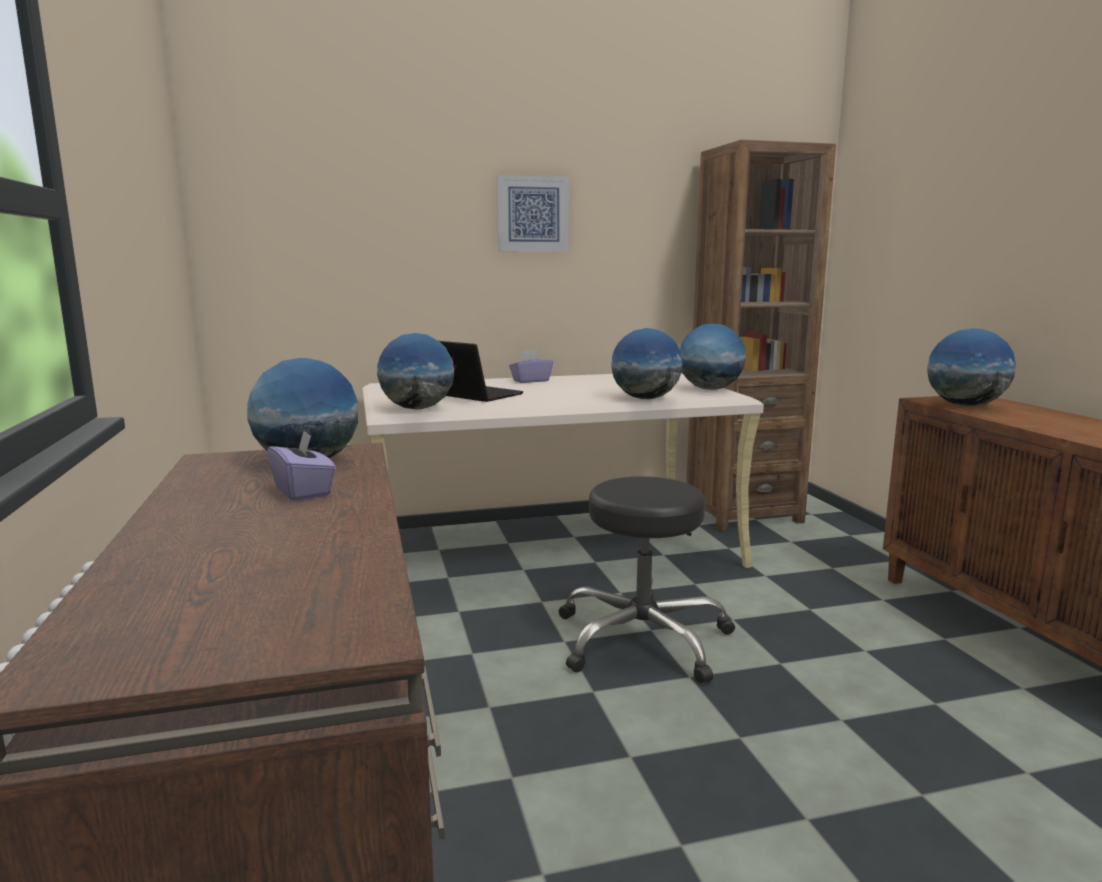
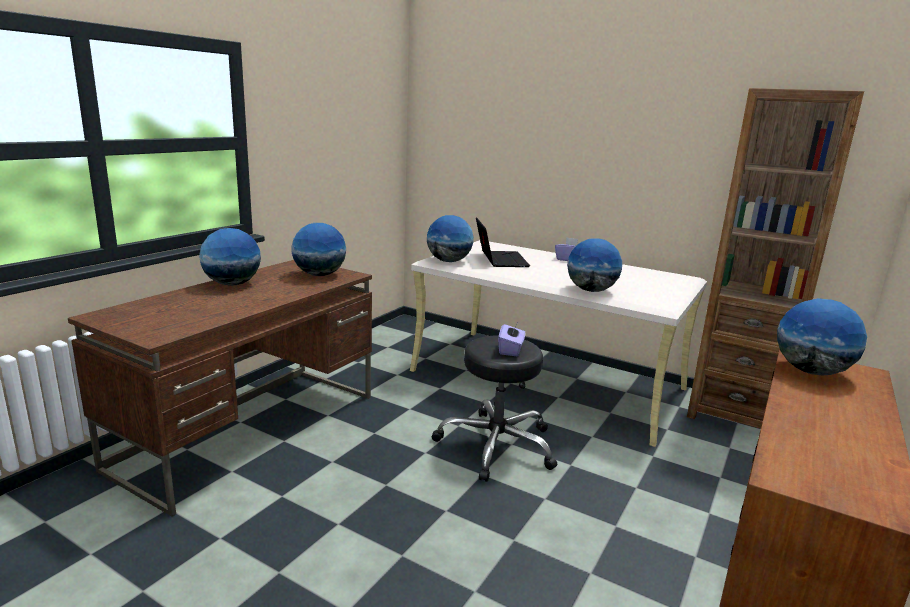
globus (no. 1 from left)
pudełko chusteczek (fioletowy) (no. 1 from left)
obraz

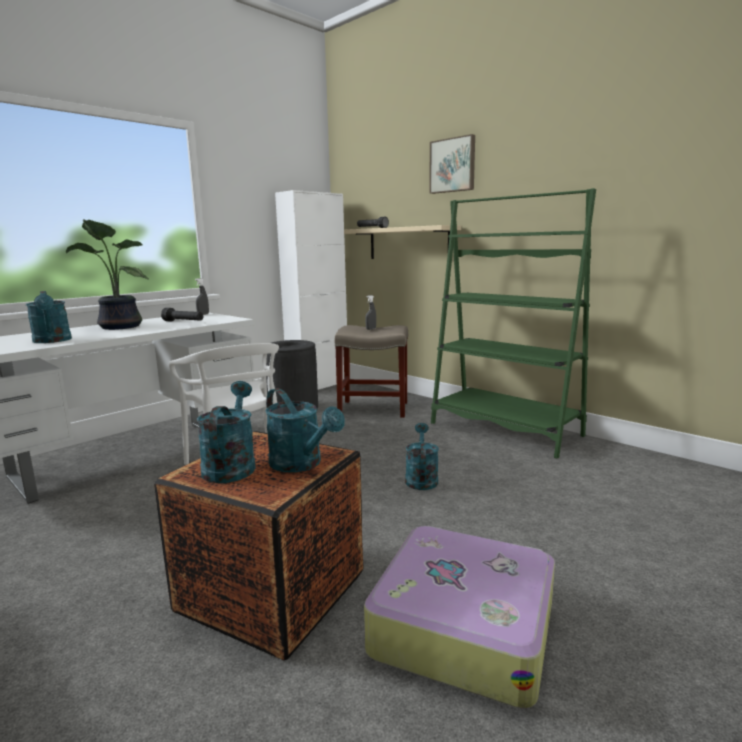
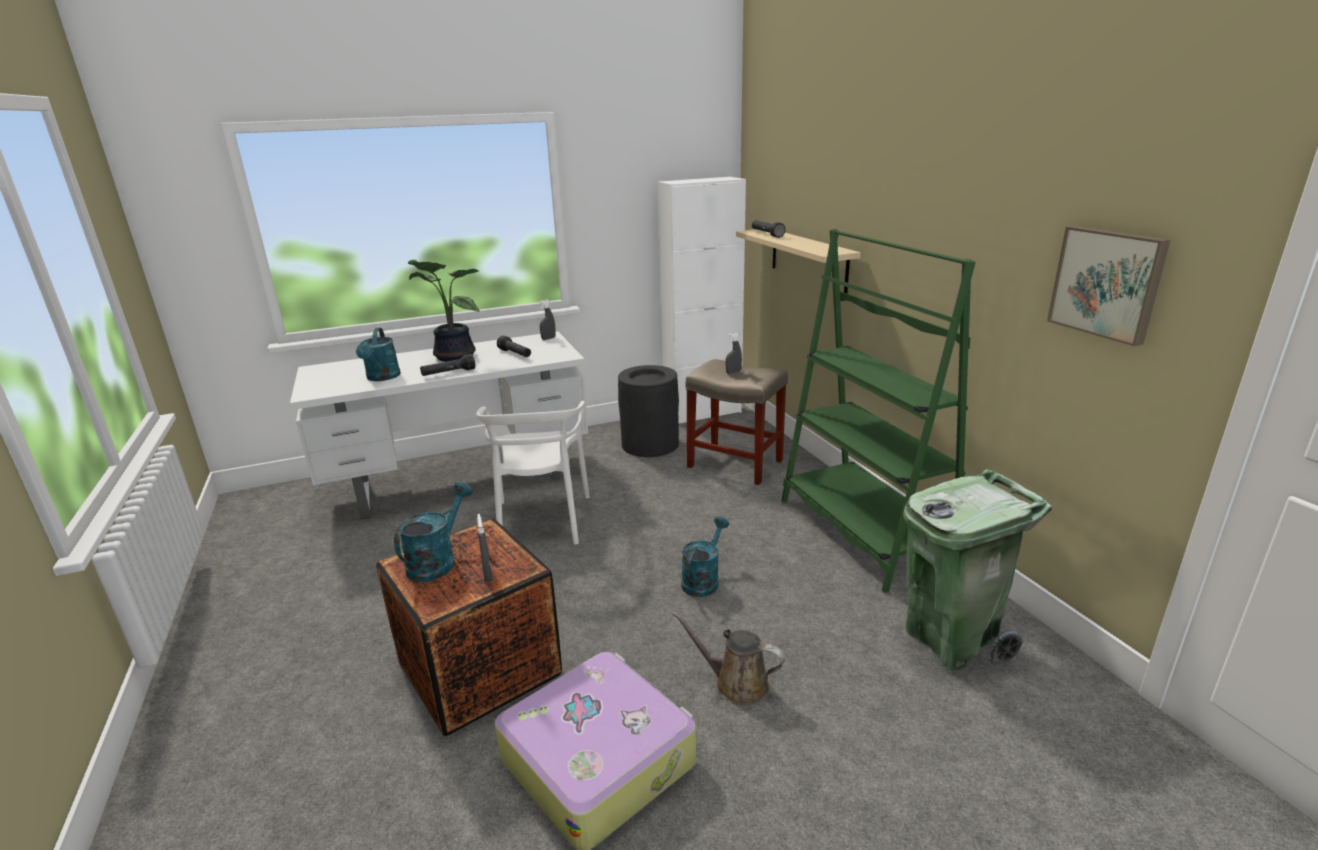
latarka (czarny) (no. 1 from left)
spryskiwacz (szary) (no. 1 from left)
konewka (brązowy)
kosz na śmieci (zielony)
obraz

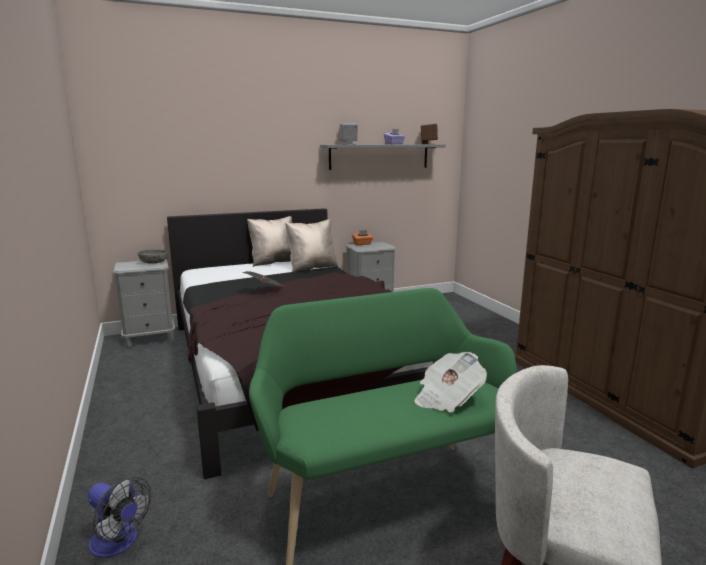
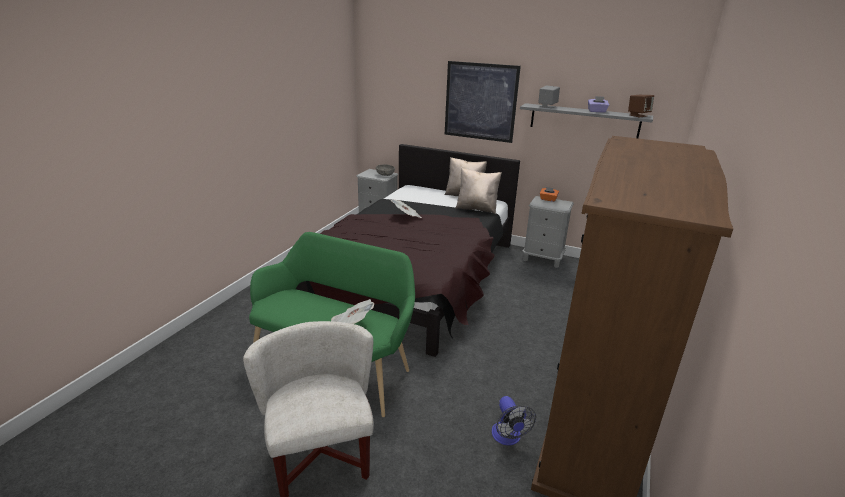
obraz
wentylator

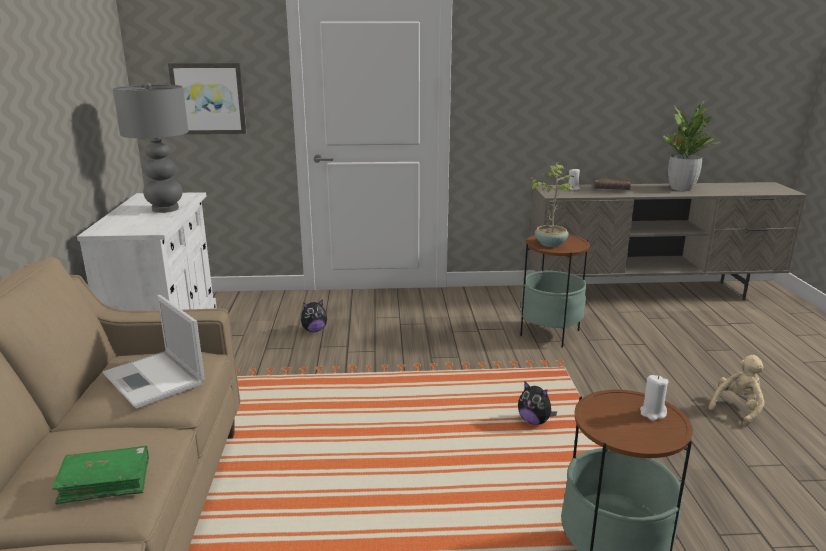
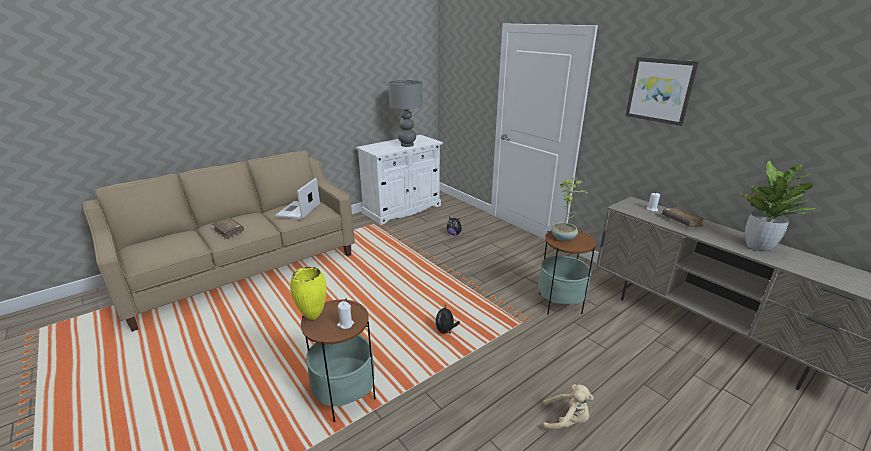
książka (brązowy) (no. 1 from left)
wazon (żółty)
obraz

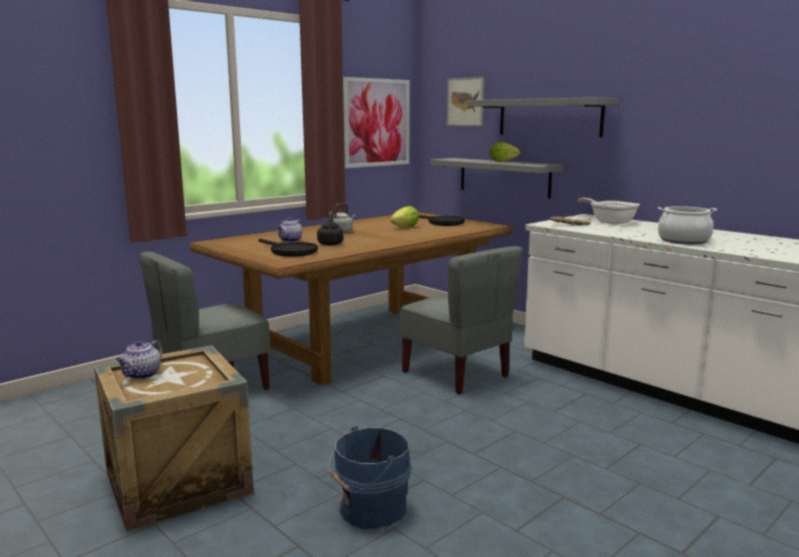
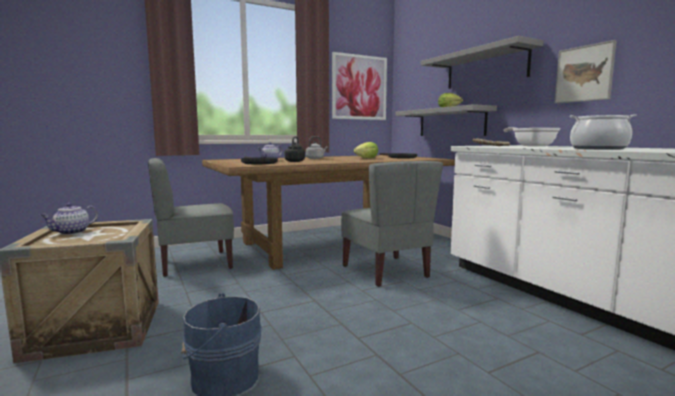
obraz (no. 2 from left)

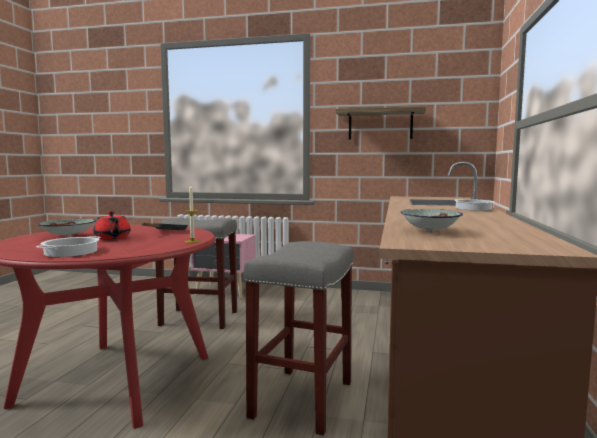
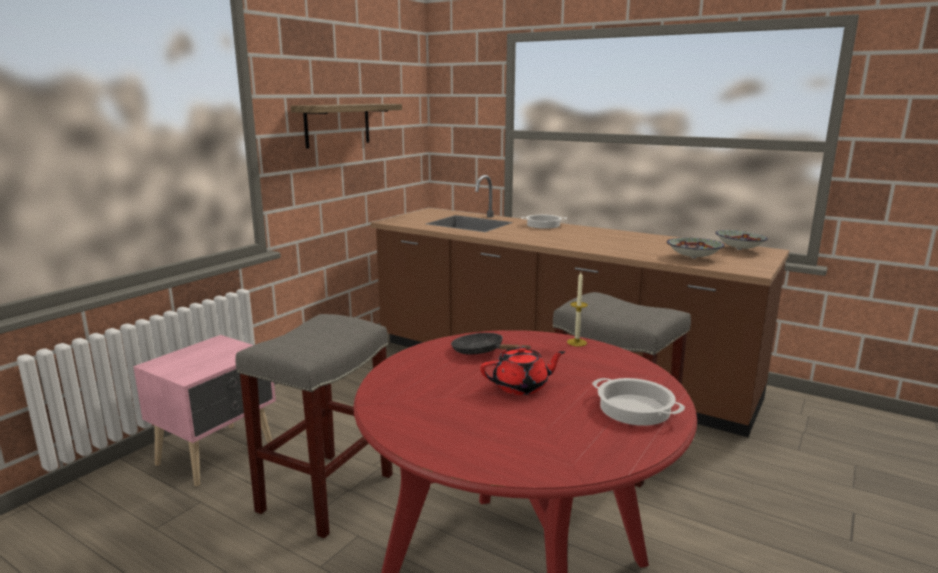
miska (no. 2 from left)

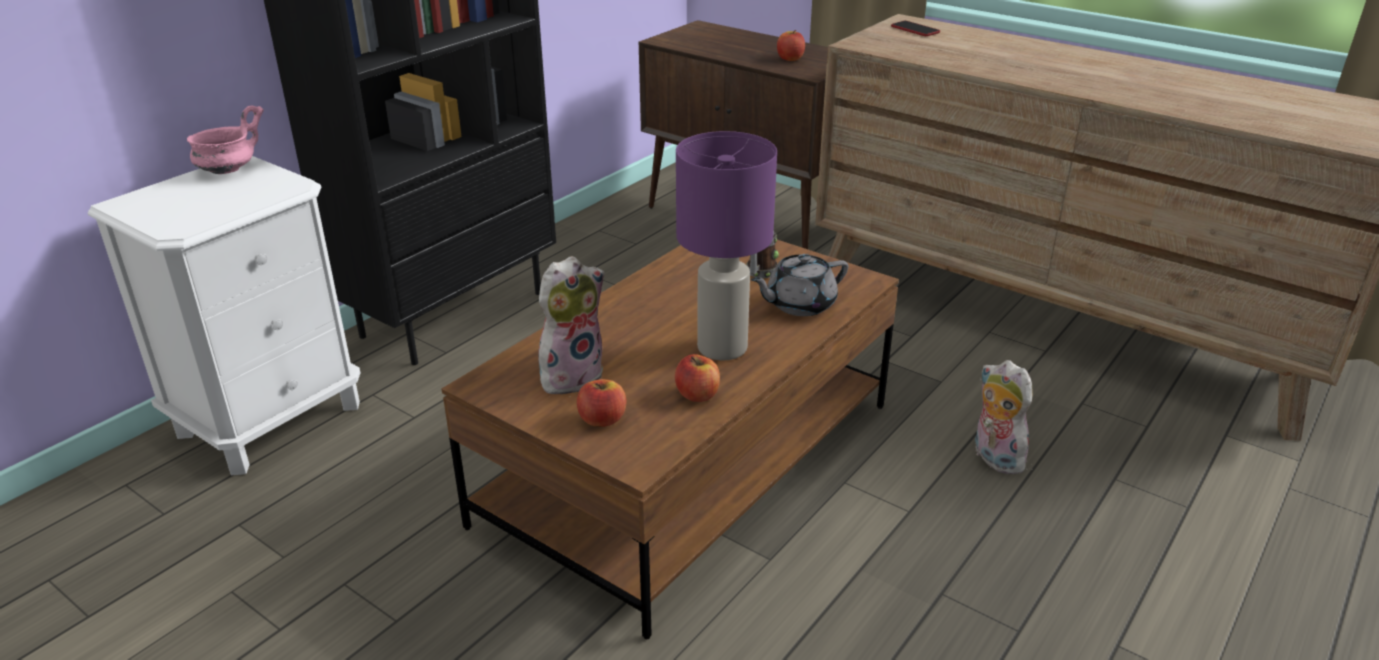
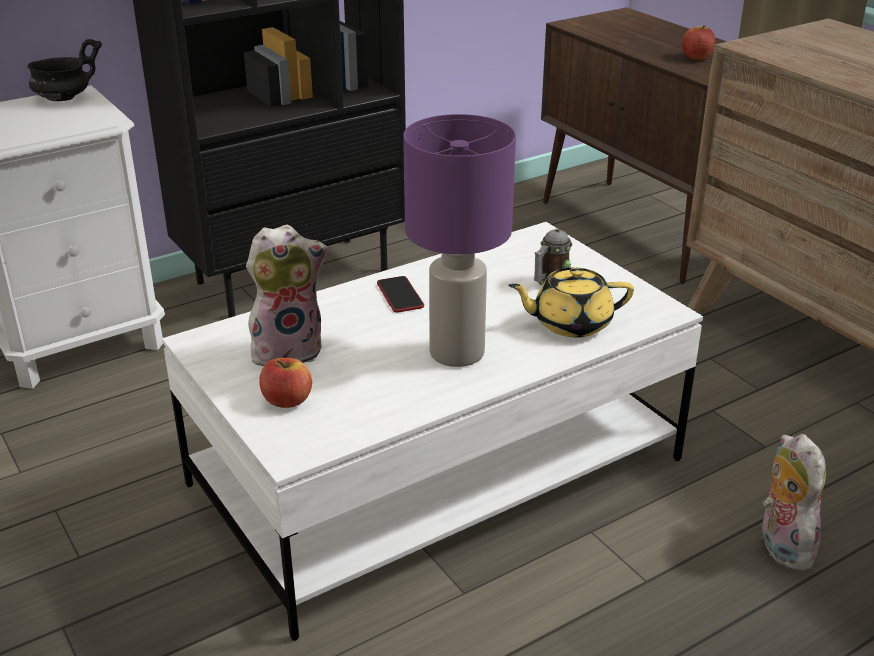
miska (czarny)
ława (biały)
telefon
imbryk (żółty)
jabłko (no. 2 from left in the first image)

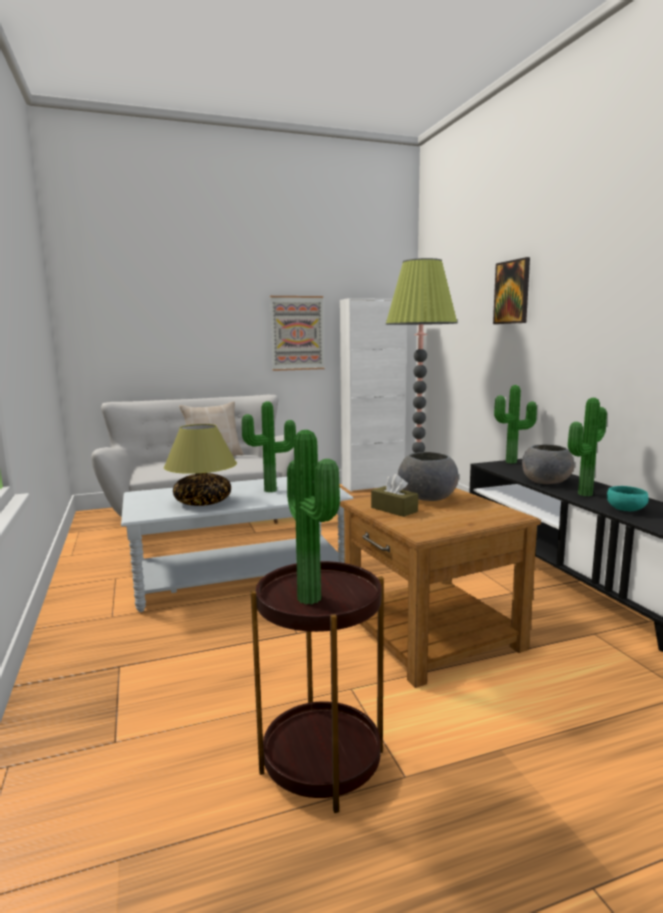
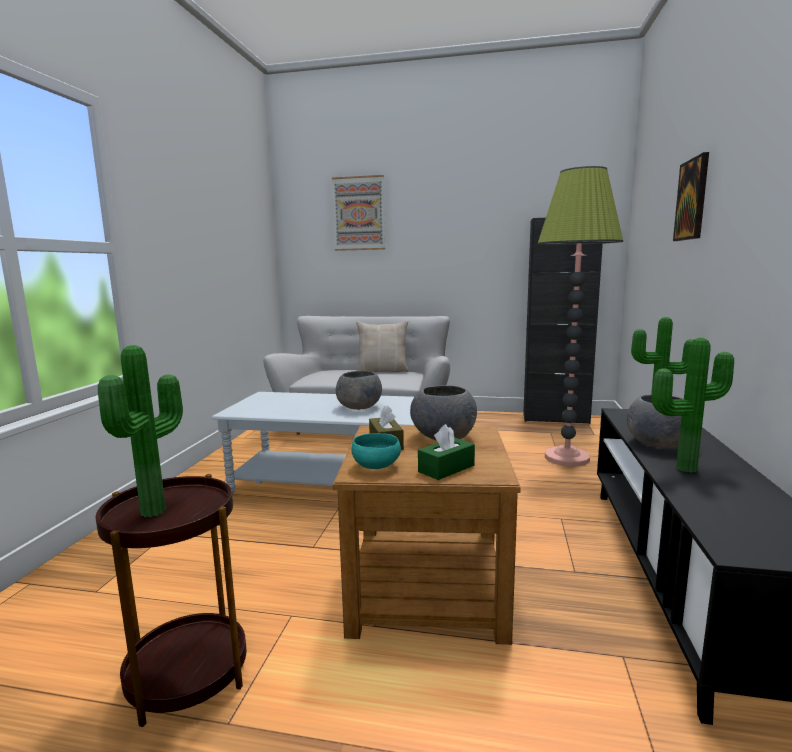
obraz (no. 1 from left)
miska (szary) (no. 1 from left)
miska (turkusowy)
pudełko chusteczek (zielony)
szafka (czarny)
lampa stołowa

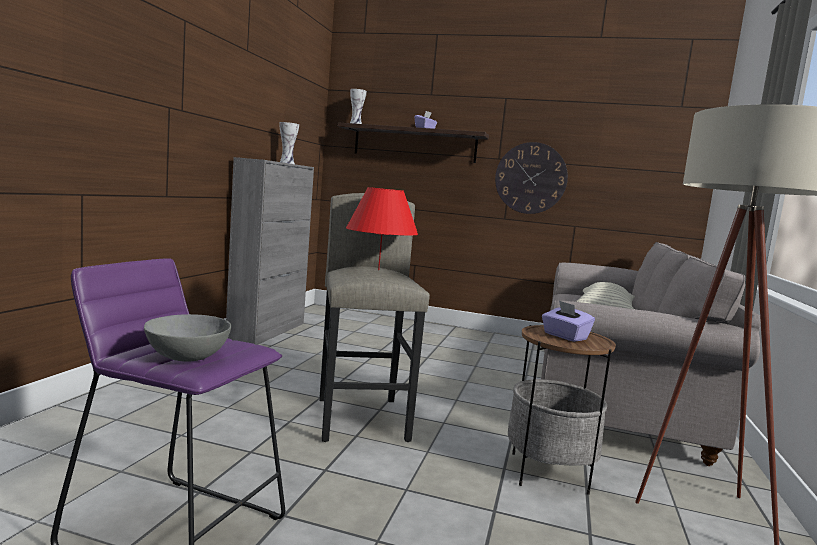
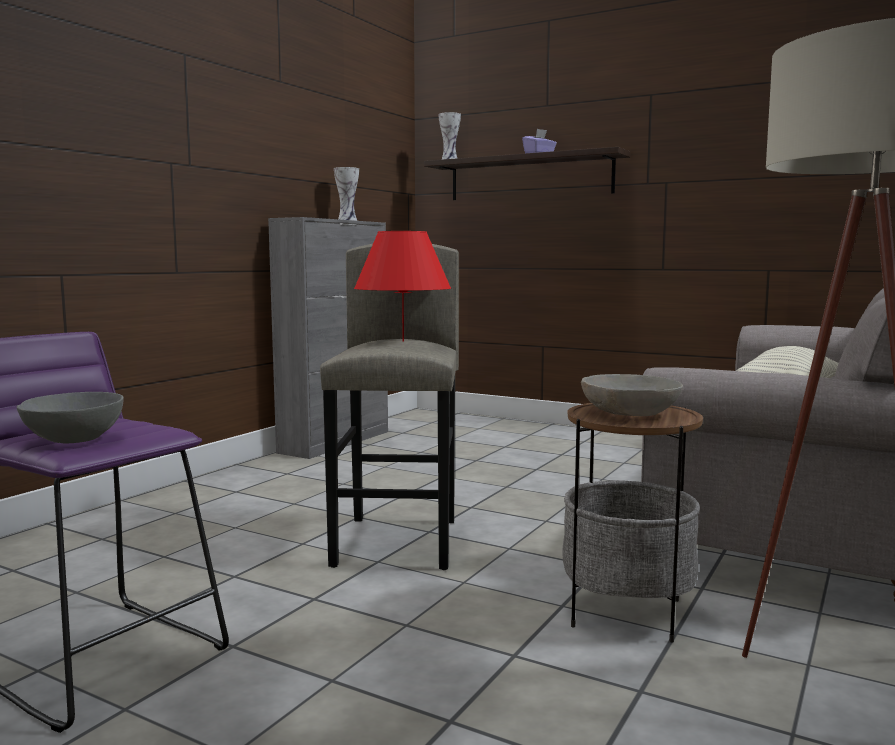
miska (szary) (no. 2 from left)
zegar ścienny

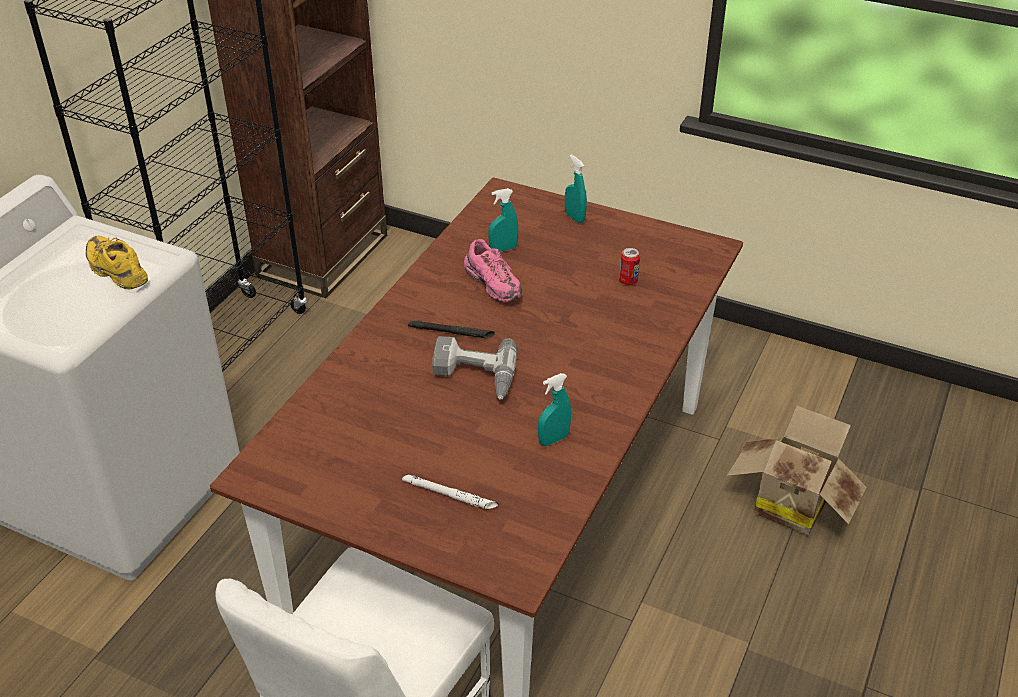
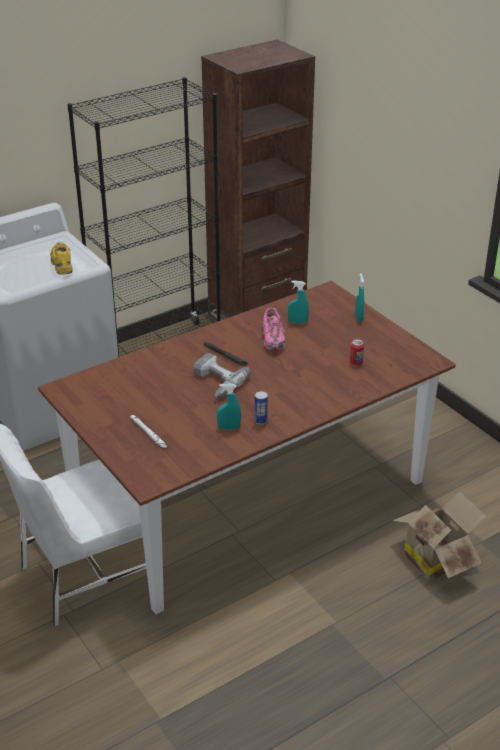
puszka (no. 1 from left)

